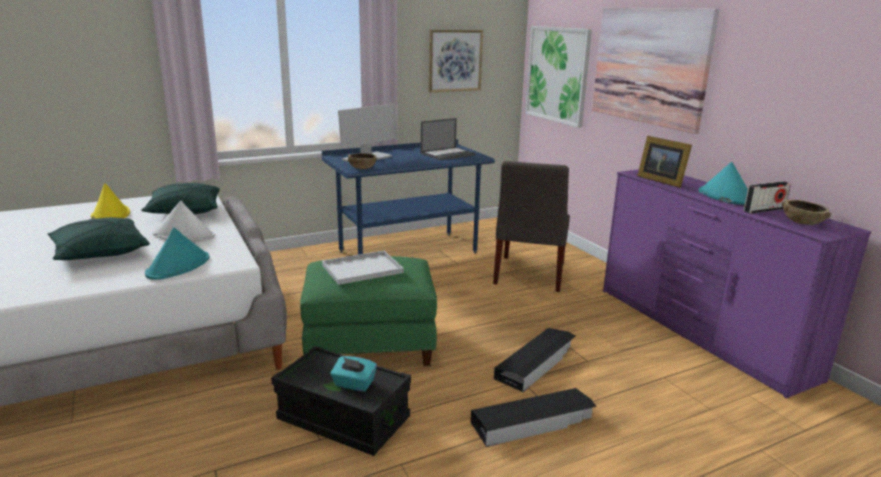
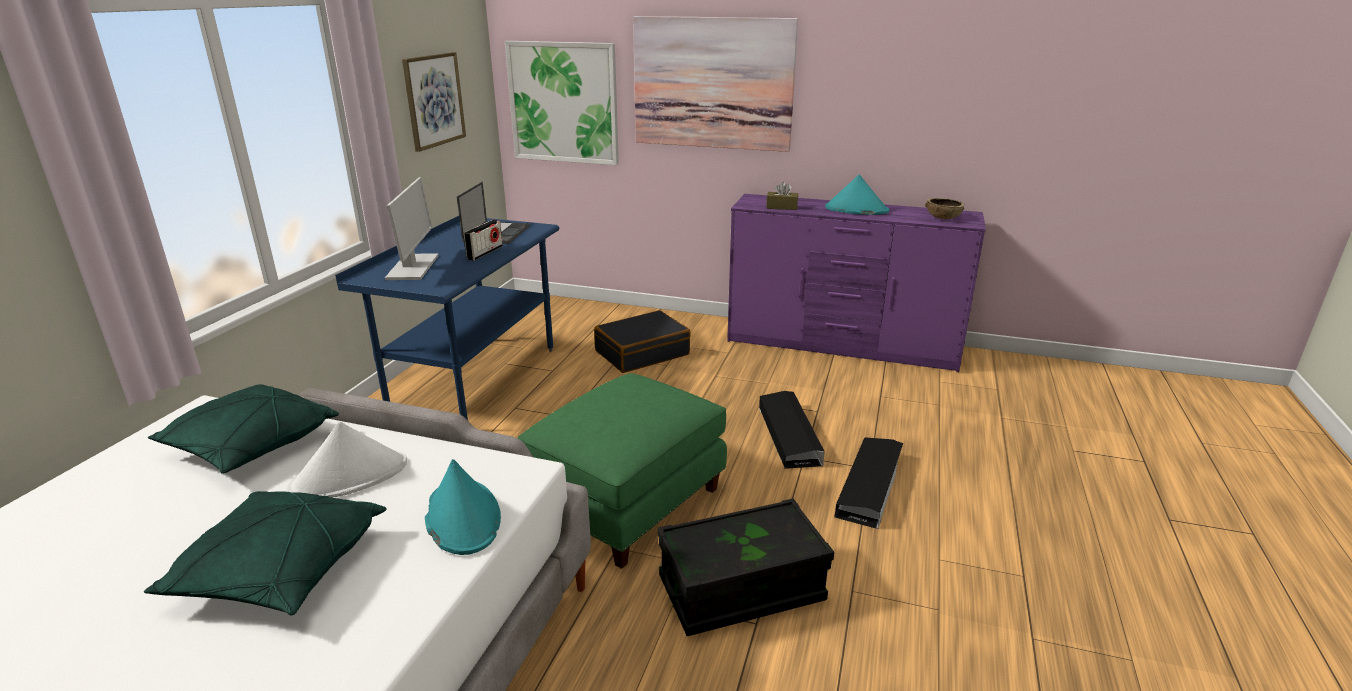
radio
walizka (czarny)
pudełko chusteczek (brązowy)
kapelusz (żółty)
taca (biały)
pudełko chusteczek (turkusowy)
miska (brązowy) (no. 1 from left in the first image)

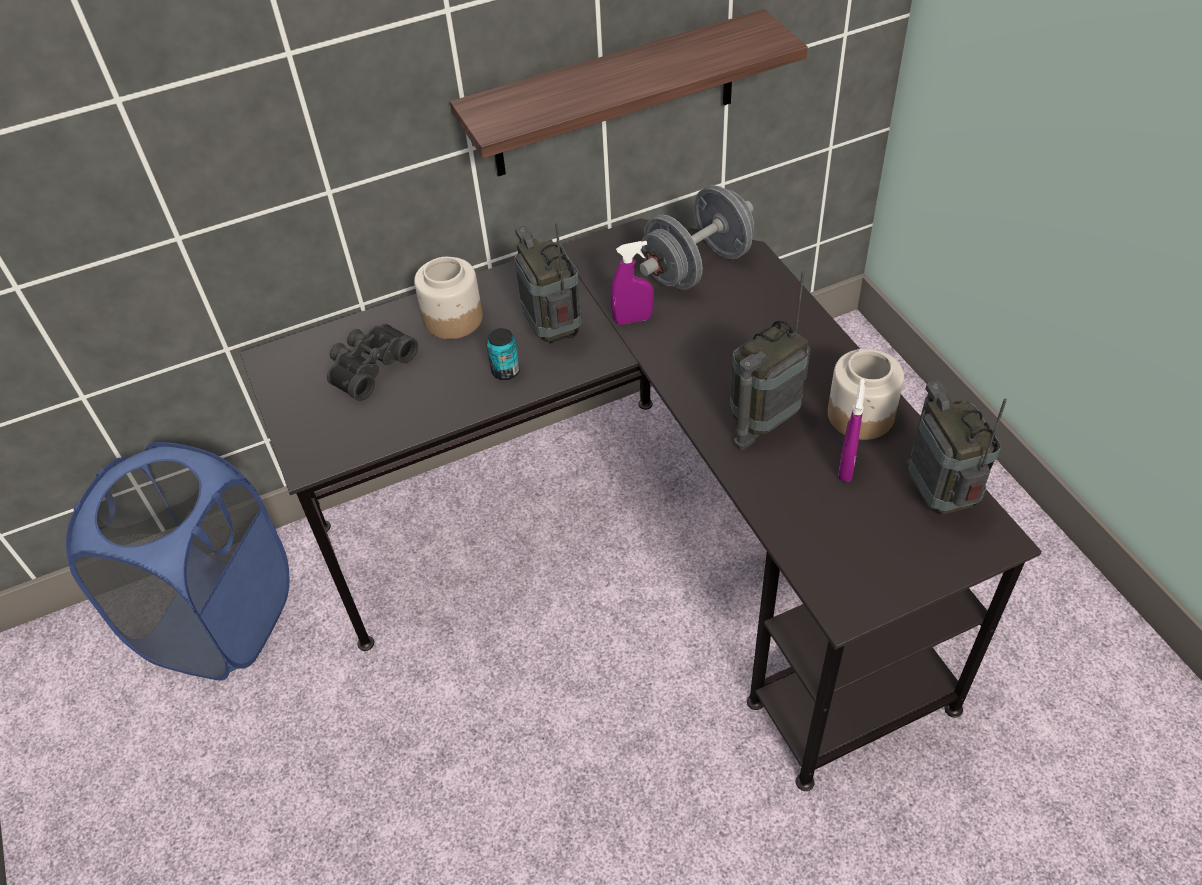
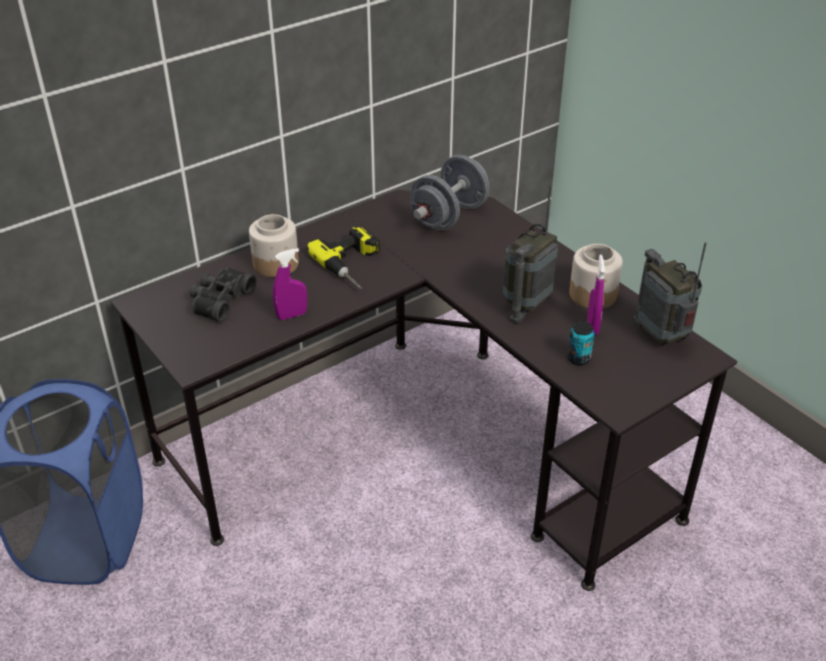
spryskiwacz (fioletowy) (no. 1 from left)
wiertarka
puszka
półka

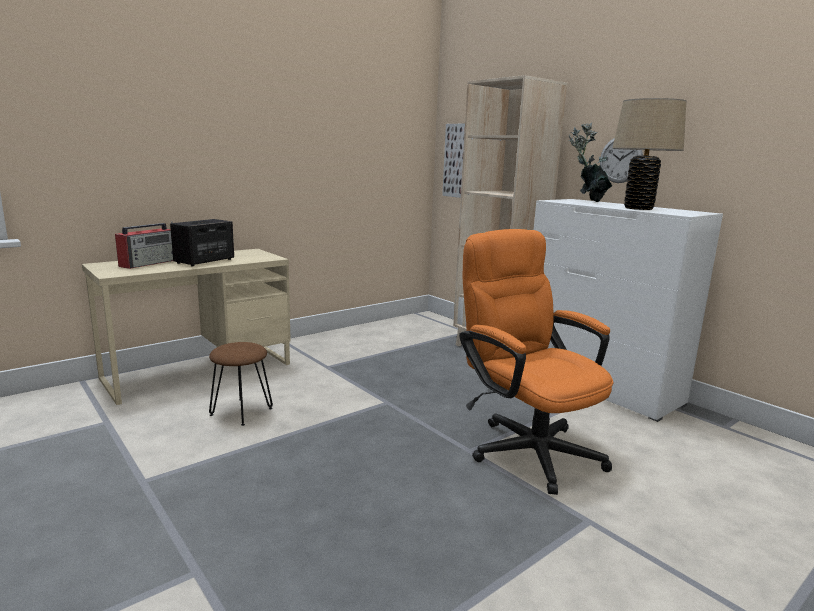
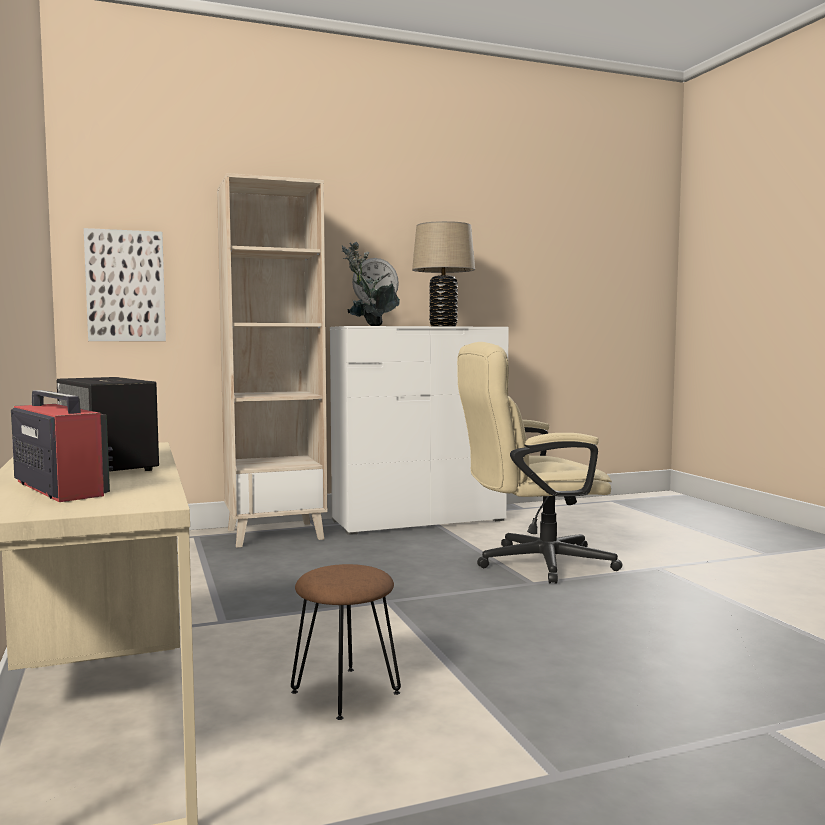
krzesło biurowe (beżowy)

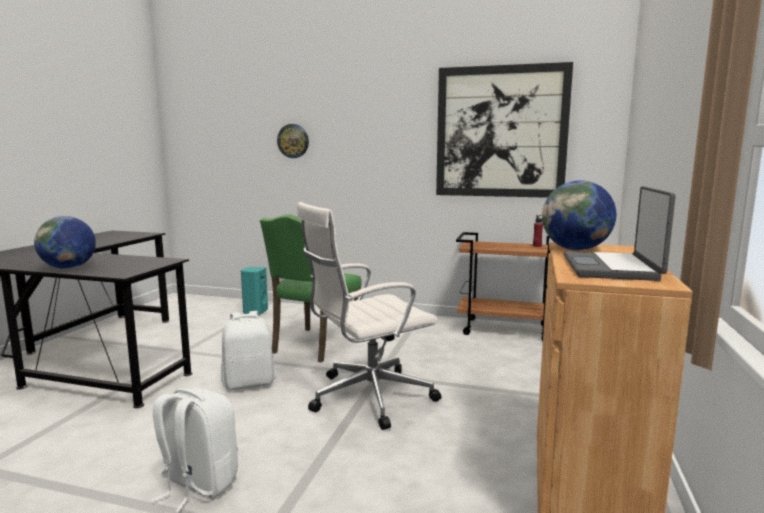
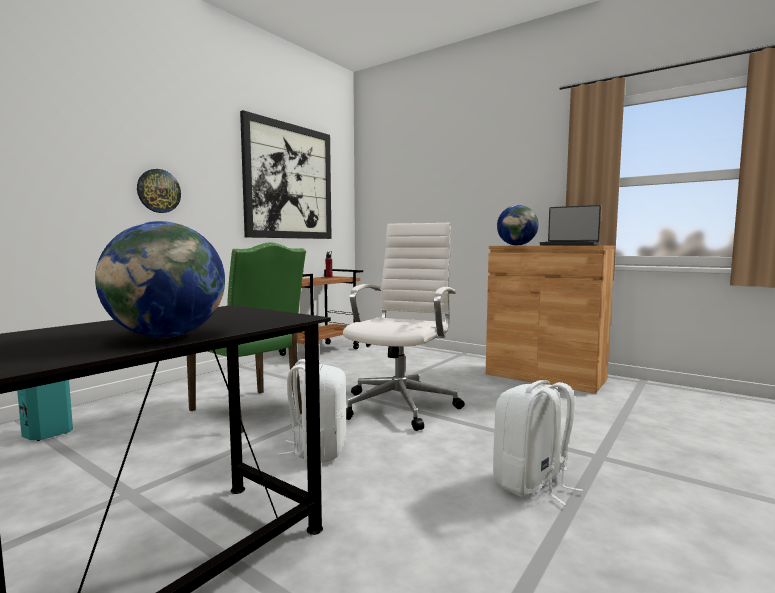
zegar ścienny
krzesło biurowe (biały)

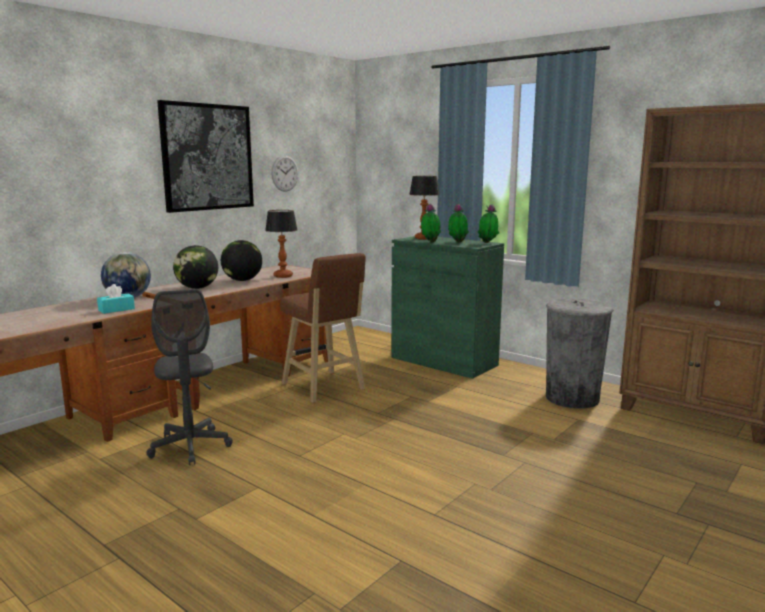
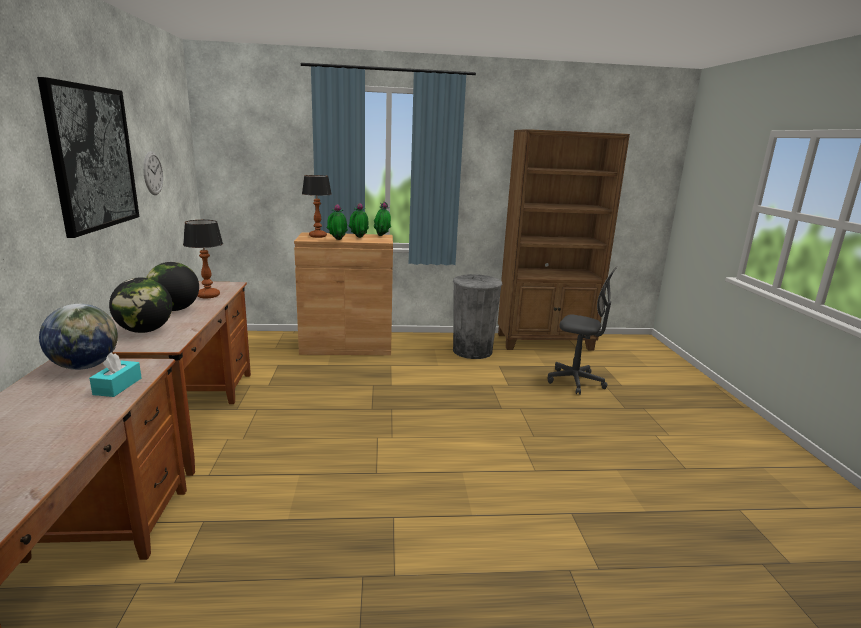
szafka (brązowy)
krzesło biurowe (szary)
stołek (brązowy)

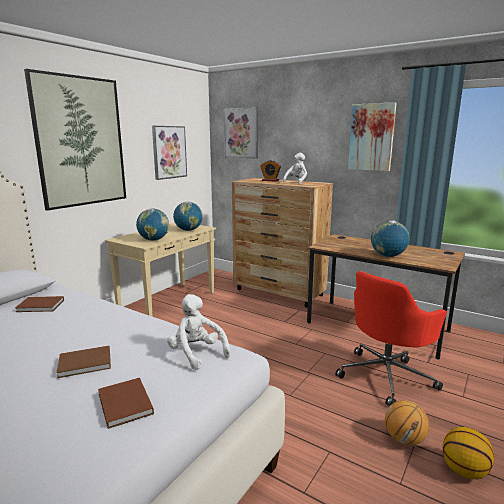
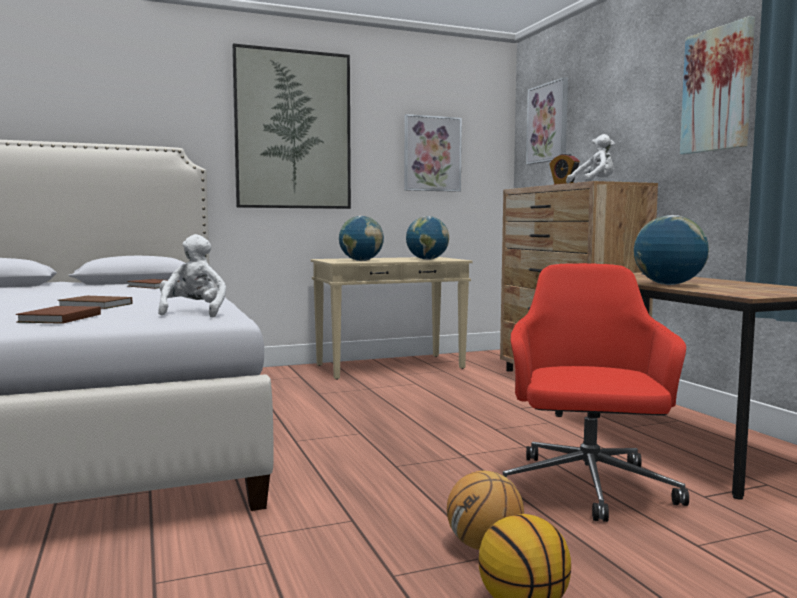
krzesło biurowe (czerwony)

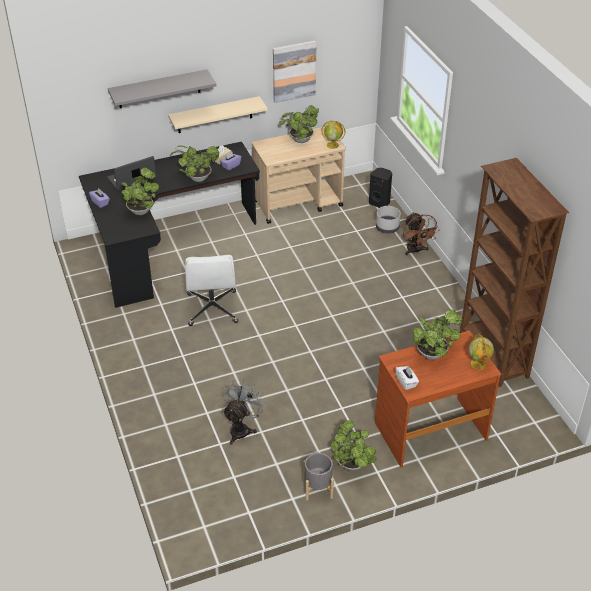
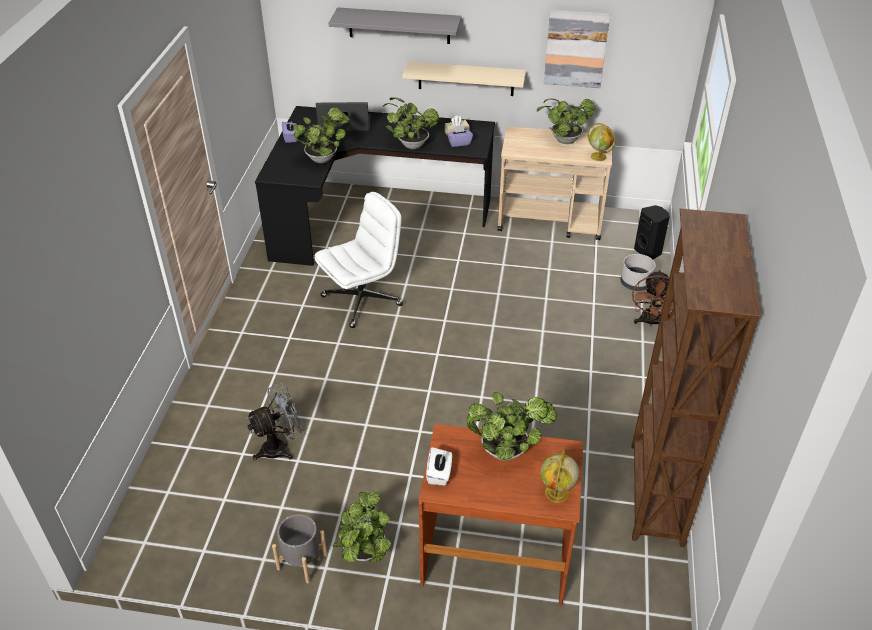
krzesło biurowe (biały)

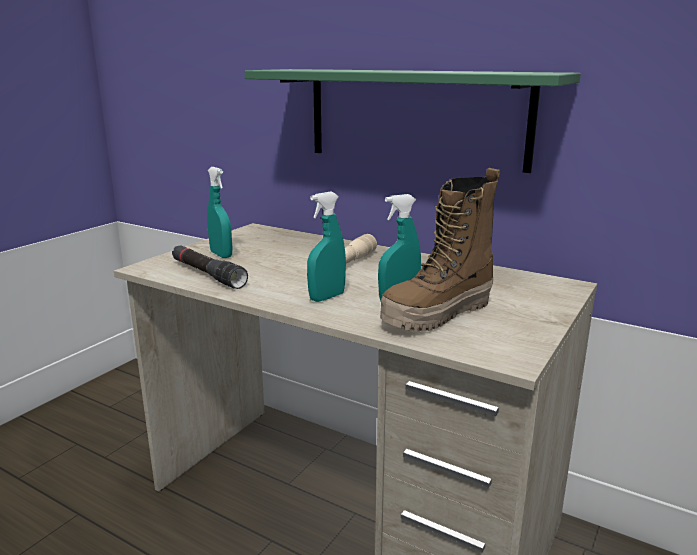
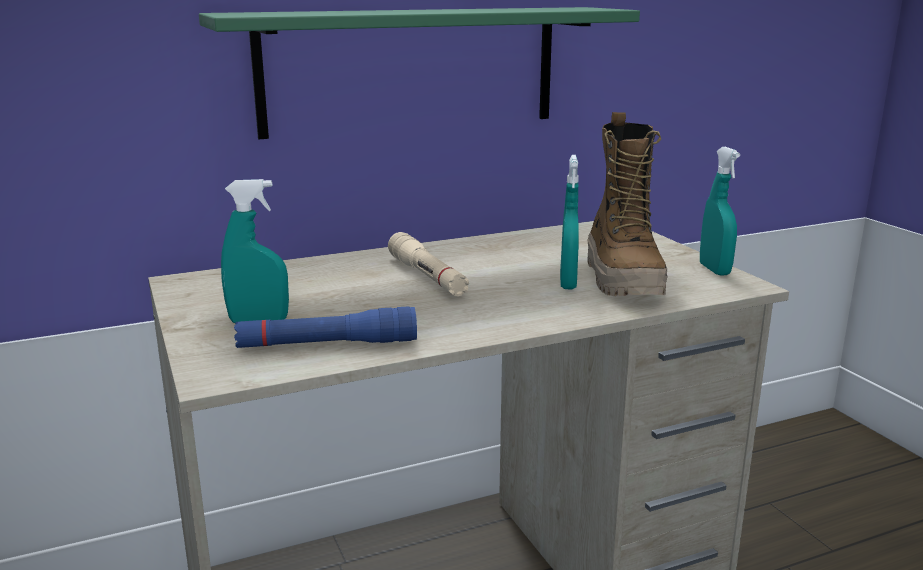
latarka (niebieski)
spryskiwacz (turkusowy) (no. 3 from left)

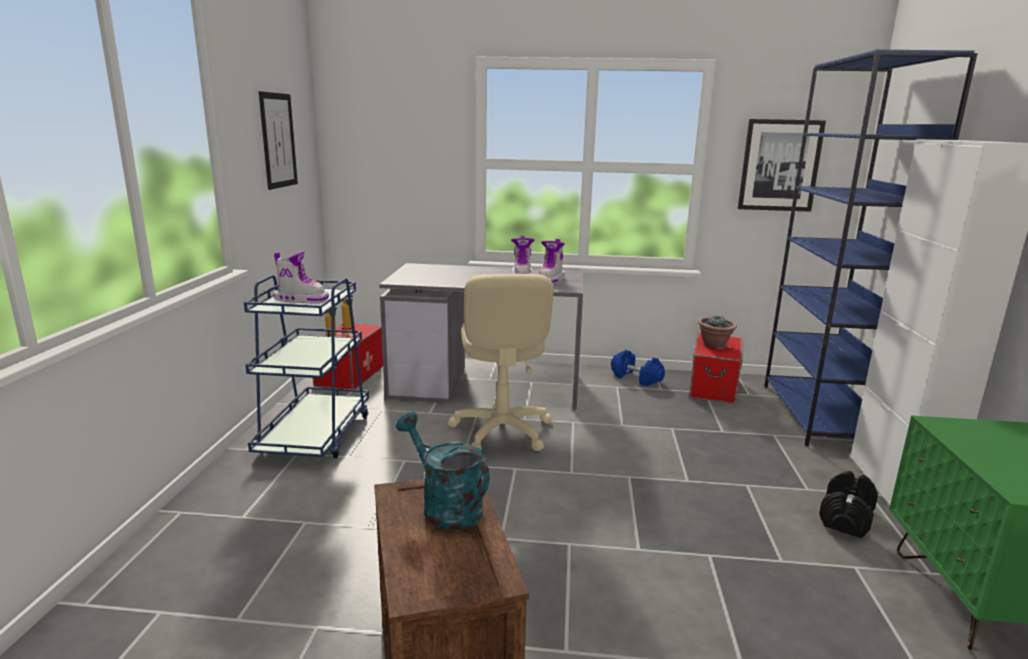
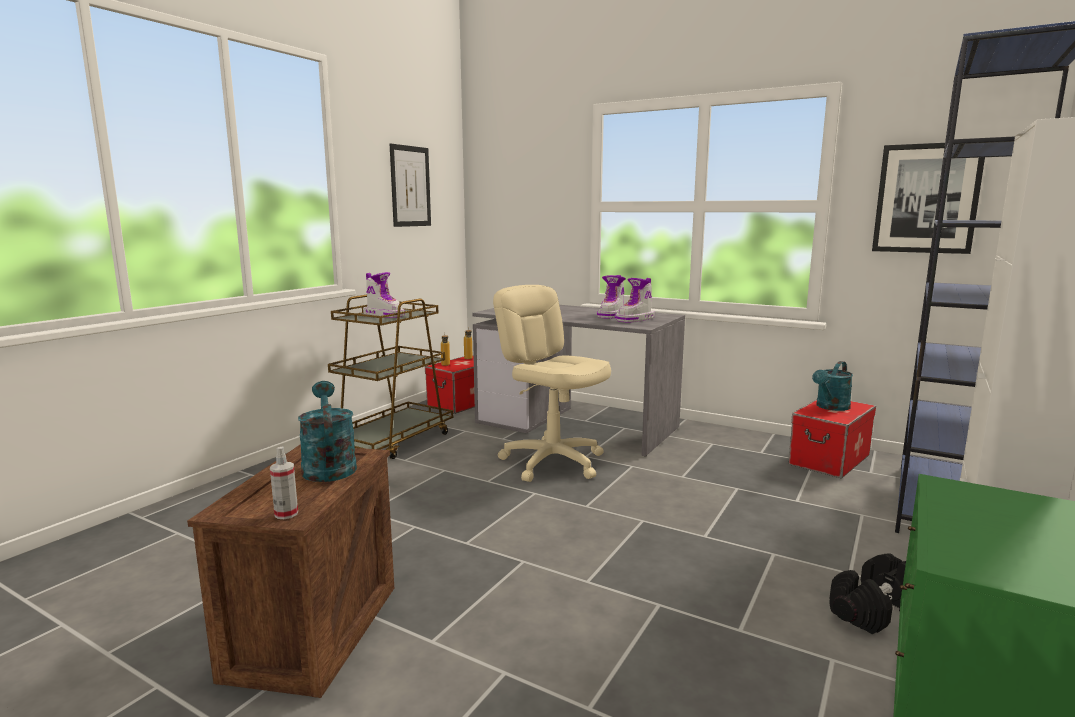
spryskiwacz
wózek (brązowy)
krzesło biurowe (beżowy)
konewka (turkusowy) (no. 2 from left)
hantel (niebieski)

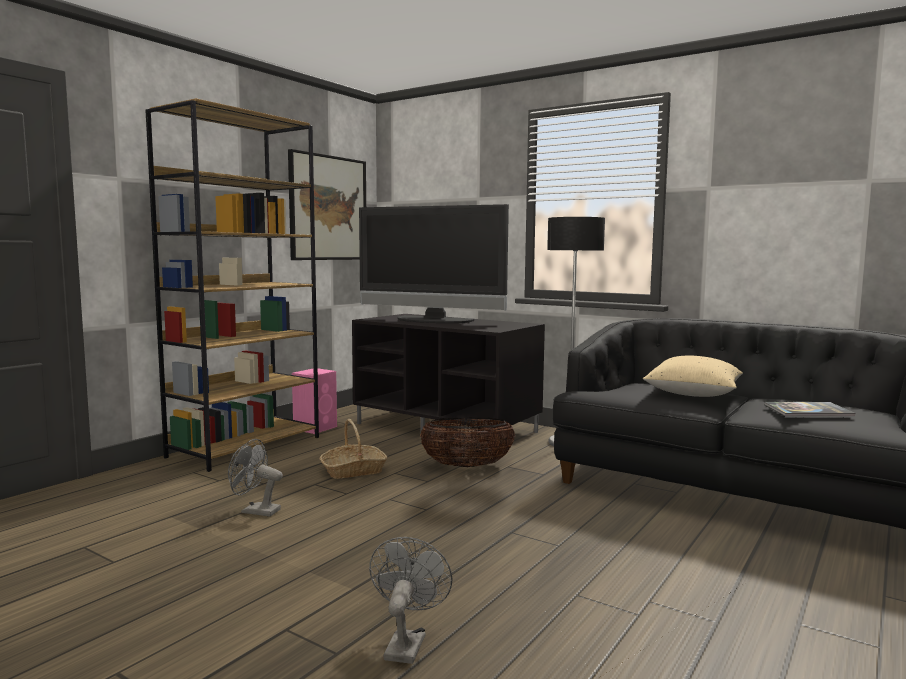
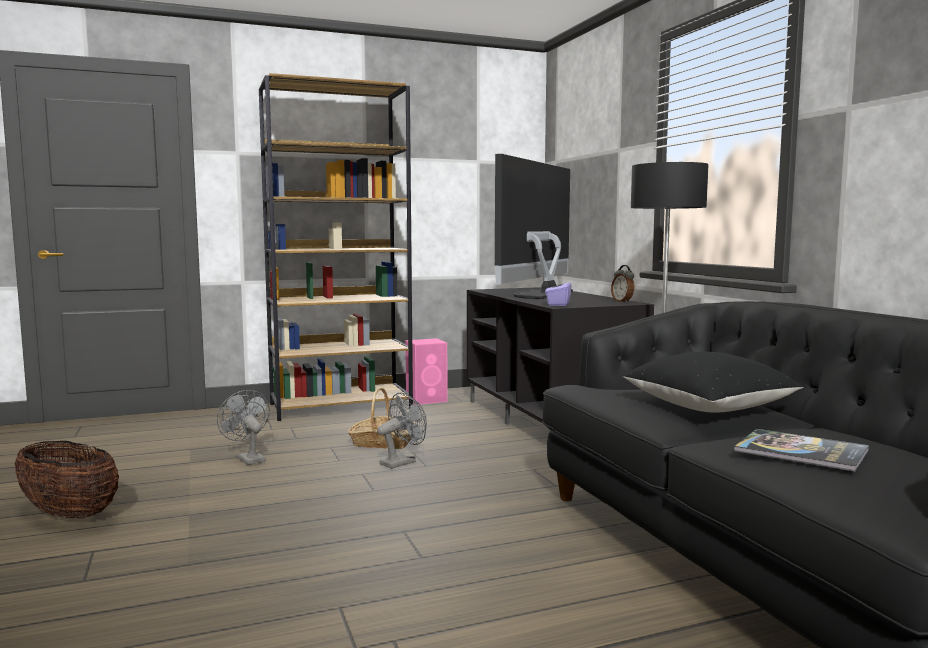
koszyk (no. 1 from left)
wentylator (szary) (no. 2 from left)
telewizor
pudełko chusteczek (fioletowy)
budzik
poduszka (czarny)
obraz

